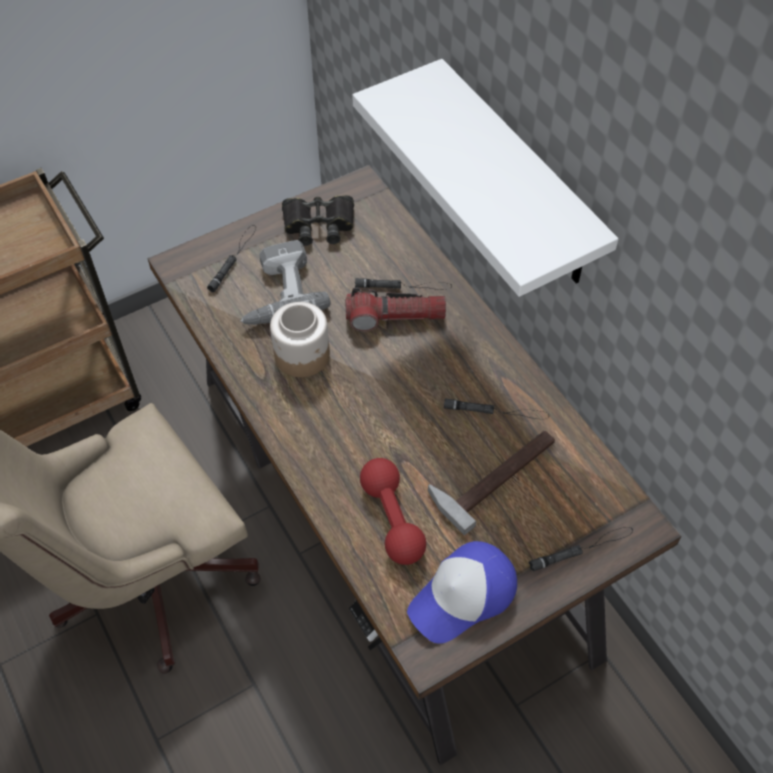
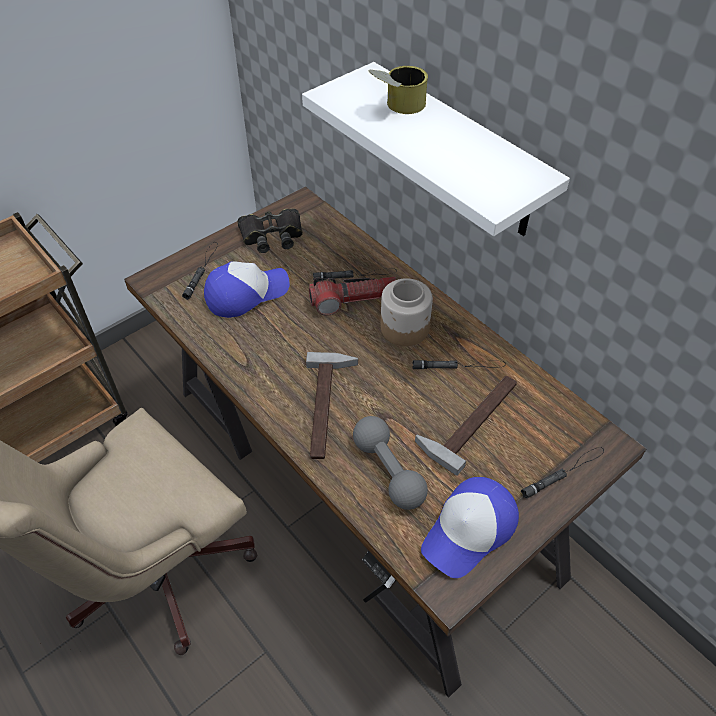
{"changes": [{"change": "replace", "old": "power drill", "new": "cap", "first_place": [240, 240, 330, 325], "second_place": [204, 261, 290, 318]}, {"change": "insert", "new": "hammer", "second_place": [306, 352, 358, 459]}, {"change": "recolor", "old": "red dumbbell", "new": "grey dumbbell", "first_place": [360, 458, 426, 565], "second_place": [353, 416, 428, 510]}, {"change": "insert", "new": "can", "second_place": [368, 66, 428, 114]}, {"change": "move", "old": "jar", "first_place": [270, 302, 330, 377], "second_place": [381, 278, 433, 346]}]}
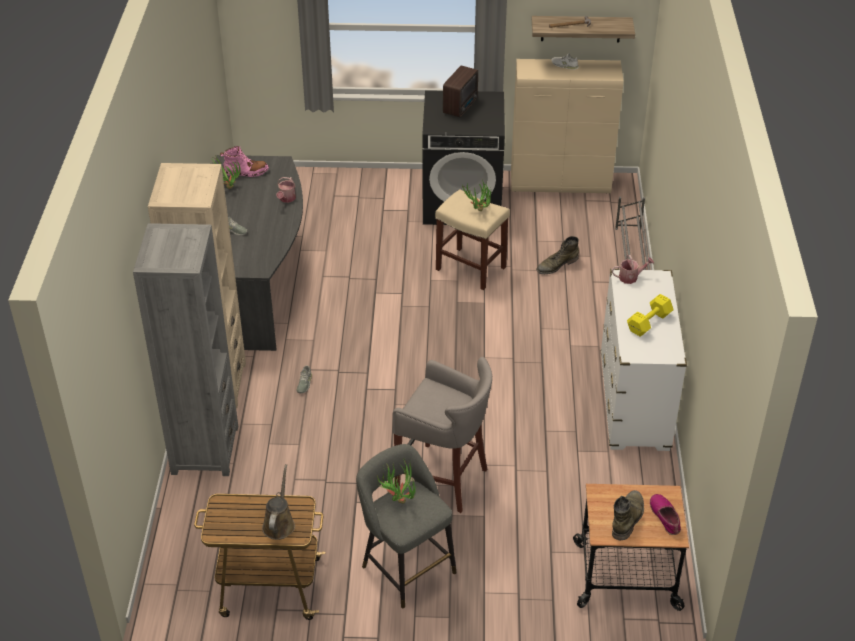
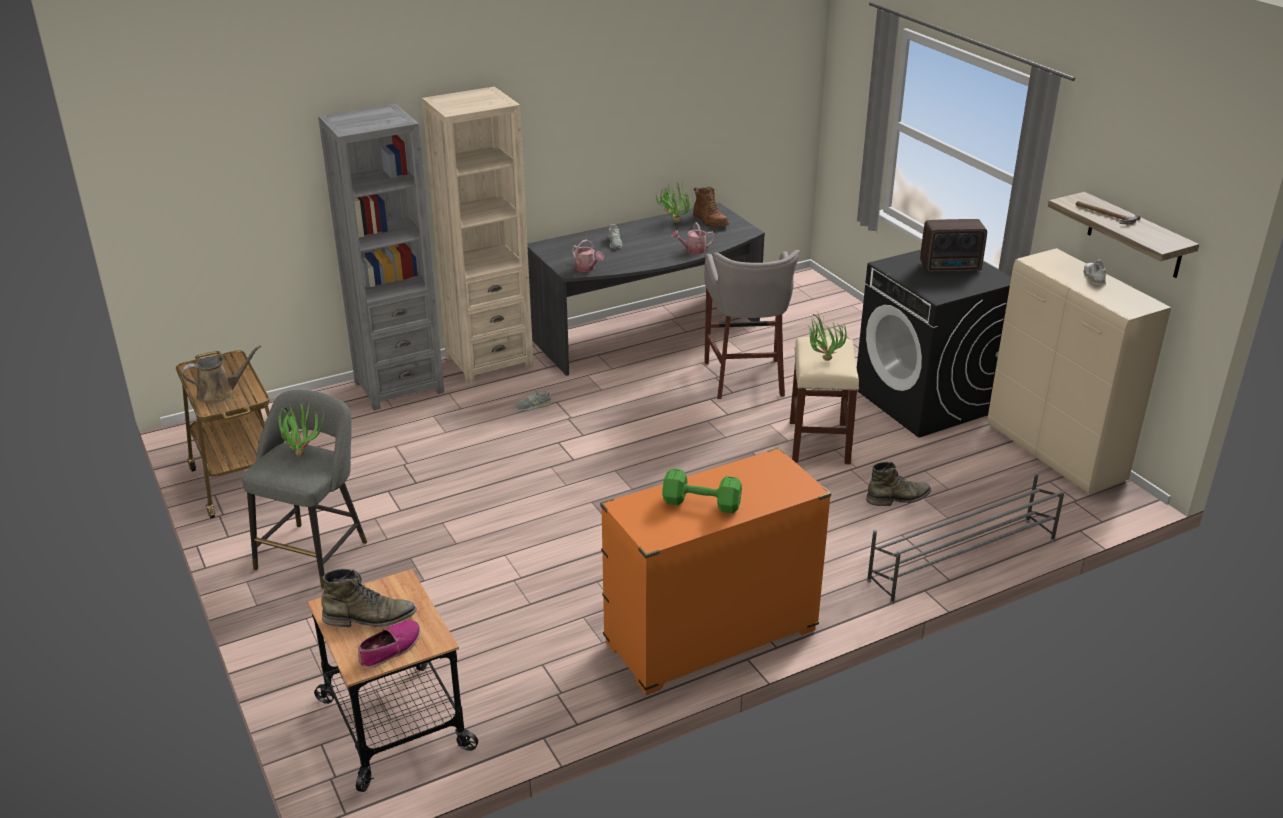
{"changes": [{"change": "move", "old": "watering can", "first_place": [612, 255, 654, 284], "second_place": [572, 239, 604, 272]}, {"change": "recolor", "old": "white dresser", "new": "orange dresser", "first_place": [601, 269, 687, 451], "second_place": [600, 447, 831, 695]}, {"change": "recolor", "old": "yellow dumbbell", "new": "green dumbbell", "first_place": [627, 294, 674, 337], "second_place": [662, 469, 742, 514]}, {"change": "recolor", "old": "pink boot", "new": "brown boot", "first_place": [220, 146, 269, 177], "second_place": [693, 187, 729, 228]}, {"change": "move", "old": "grey stool", "first_place": [392, 357, 492, 513], "second_place": [704, 250, 800, 399]}, {"change": "rotate", "old": "green boot", "first_place": [536, 236, 579, 274], "second_place": [866, 462, 932, 506], "degrees": 135}]}
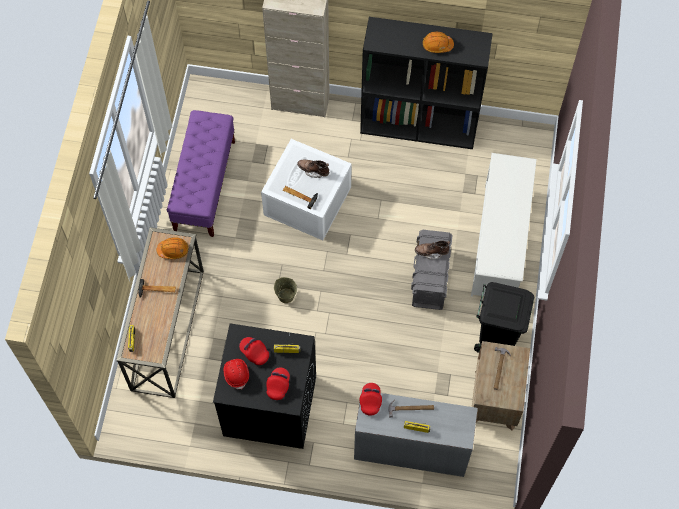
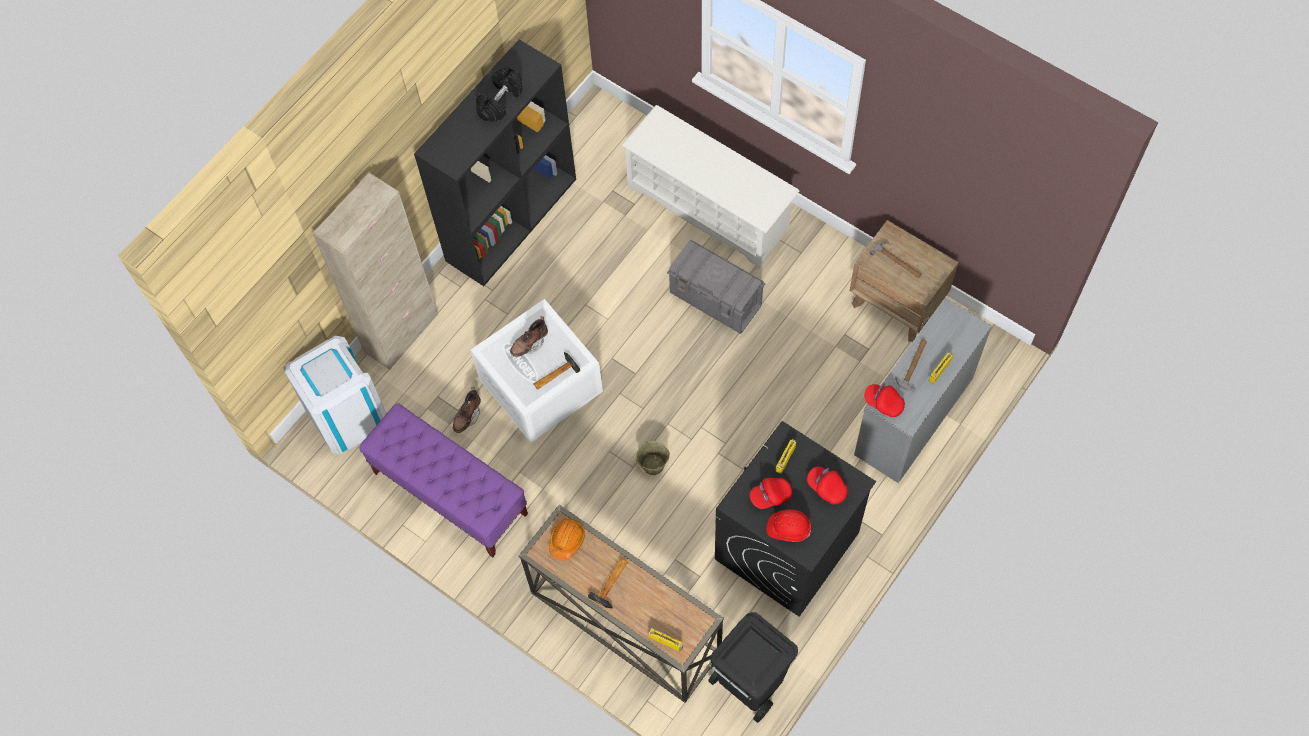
{"changes": [{"change": "insert", "new": "white trash can", "second_place": [284, 336, 387, 455]}, {"change": "move", "old": "brown boot", "first_place": [415, 241, 450, 260], "second_place": [453, 387, 481, 433]}, {"change": "replace", "old": "orange hard hat", "new": "black dumbbell", "first_place": [423, 32, 454, 53], "second_place": [476, 67, 523, 122]}, {"change": "move", "old": "black trash can", "first_place": [474, 282, 534, 353], "second_place": [708, 612, 798, 723]}]}
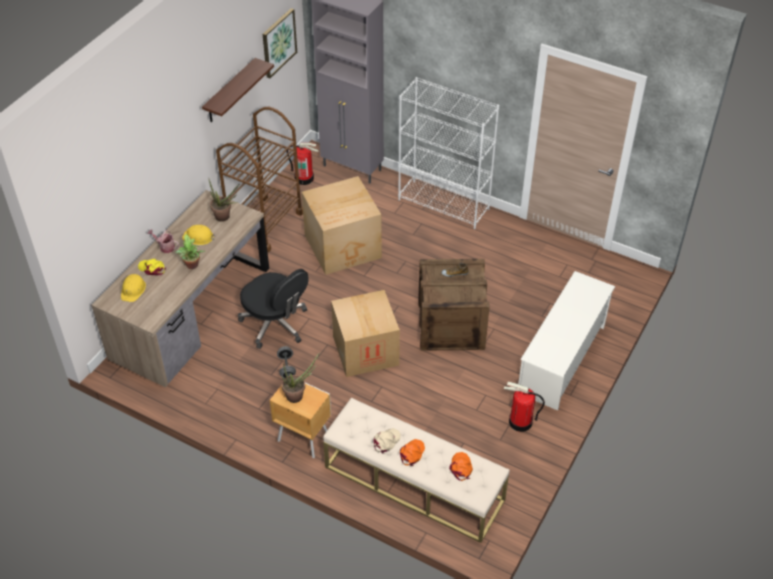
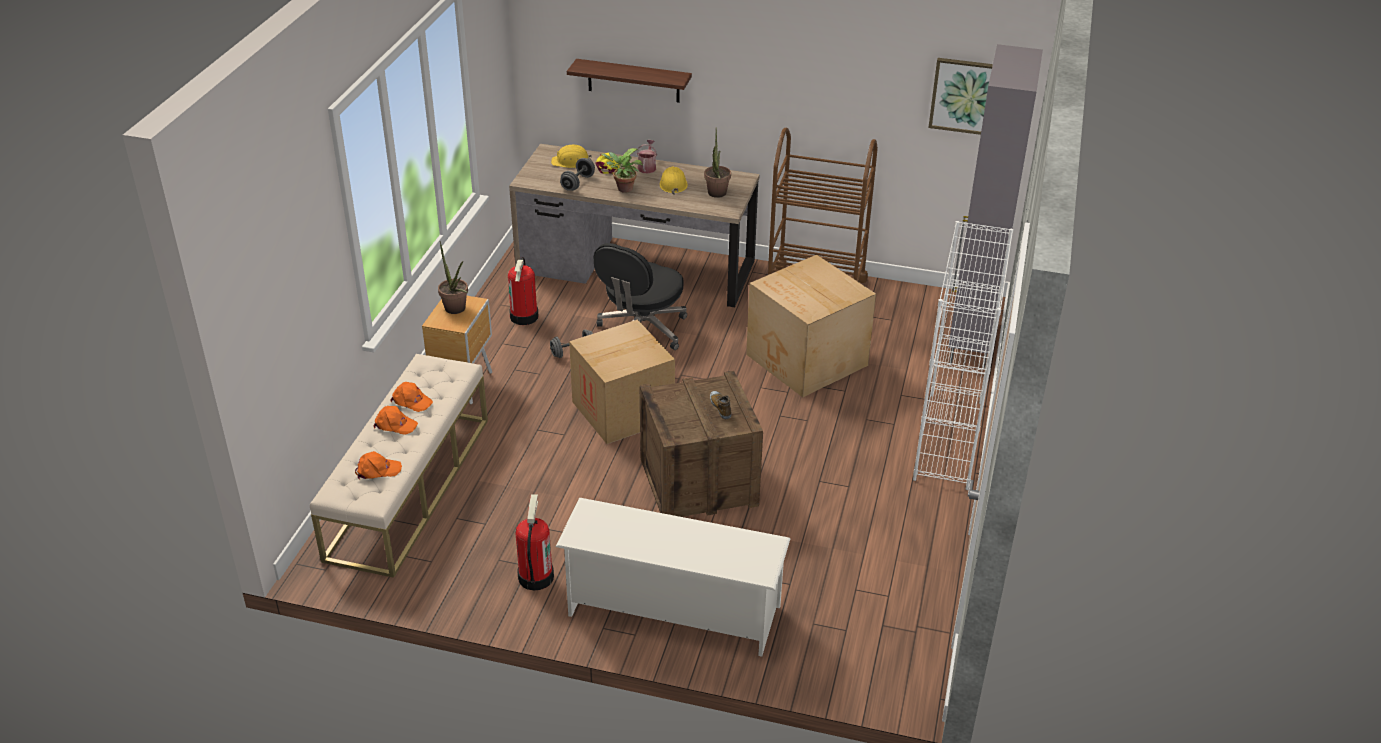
{"changes": [{"change": "recolor", "old": "beige cap", "new": "orange cap", "first_place": [374, 428, 401, 454], "second_place": [390, 382, 433, 412]}, {"change": "move", "old": "fire extinguisher", "first_place": [287, 143, 319, 185], "second_place": [508, 257, 539, 325]}, {"change": "insert", "new": "grey dumbbell", "second_place": [560, 158, 595, 191]}, {"change": "move", "old": "shelf", "first_place": [202, 58, 274, 122], "second_place": [567, 59, 692, 103]}]}
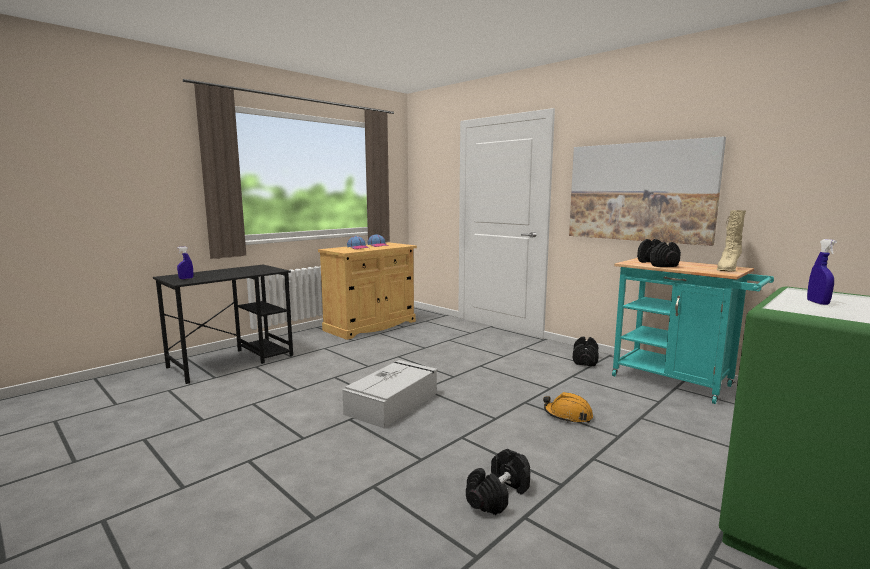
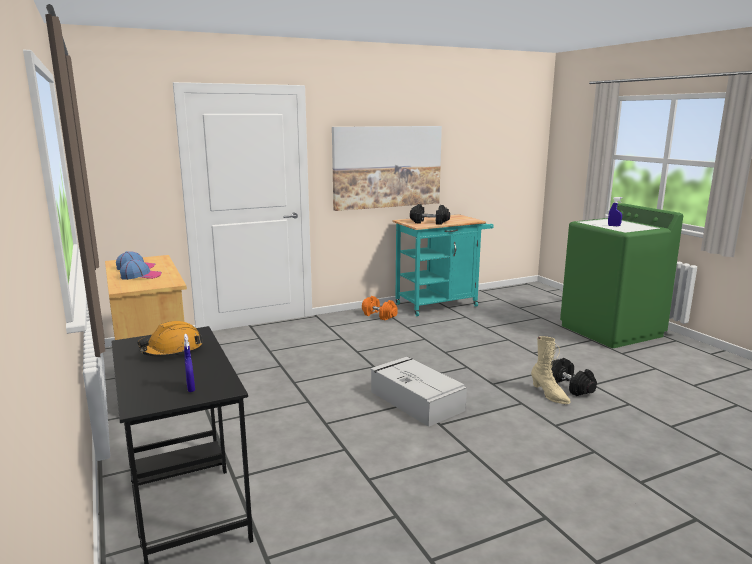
{"changes": [{"change": "move", "old": "orange hard hat", "first_place": [543, 392, 593, 423], "second_place": [137, 321, 203, 357]}, {"change": "recolor", "old": "black dumbbell", "new": "orange dumbbell", "first_place": [573, 336, 599, 366], "second_place": [362, 296, 398, 320]}, {"change": "move", "old": "beige boot", "first_place": [717, 210, 746, 271], "second_place": [531, 336, 571, 404]}]}
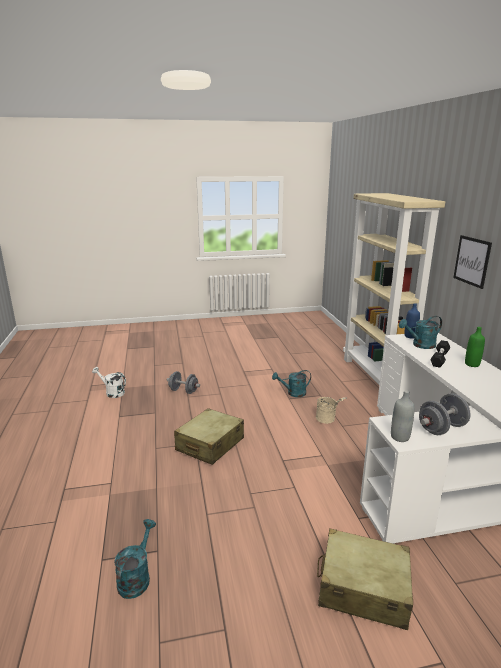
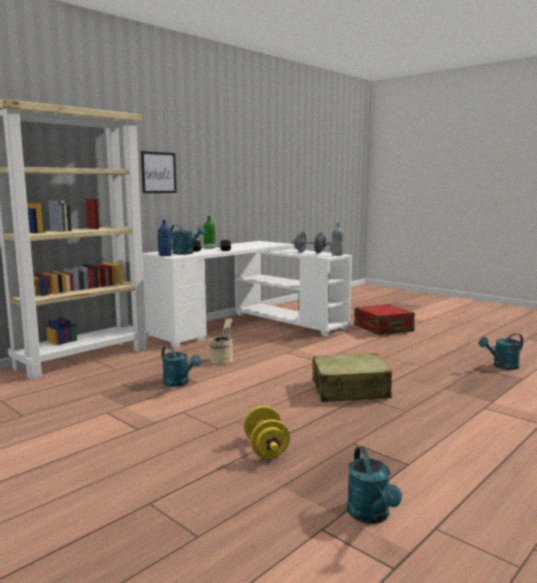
{"changes": [{"change": "recolor", "old": "grey dumbbell", "new": "yellow dumbbell", "first_place": [167, 371, 200, 394], "second_place": [243, 406, 290, 459]}, {"change": "recolor", "old": "white watering can", "new": "turquoise watering can", "first_place": [92, 367, 126, 398], "second_place": [347, 446, 402, 524]}, {"change": "recolor", "old": "beige suitcase", "new": "red suitcase", "first_place": [317, 528, 413, 630], "second_place": [355, 304, 415, 335]}]}
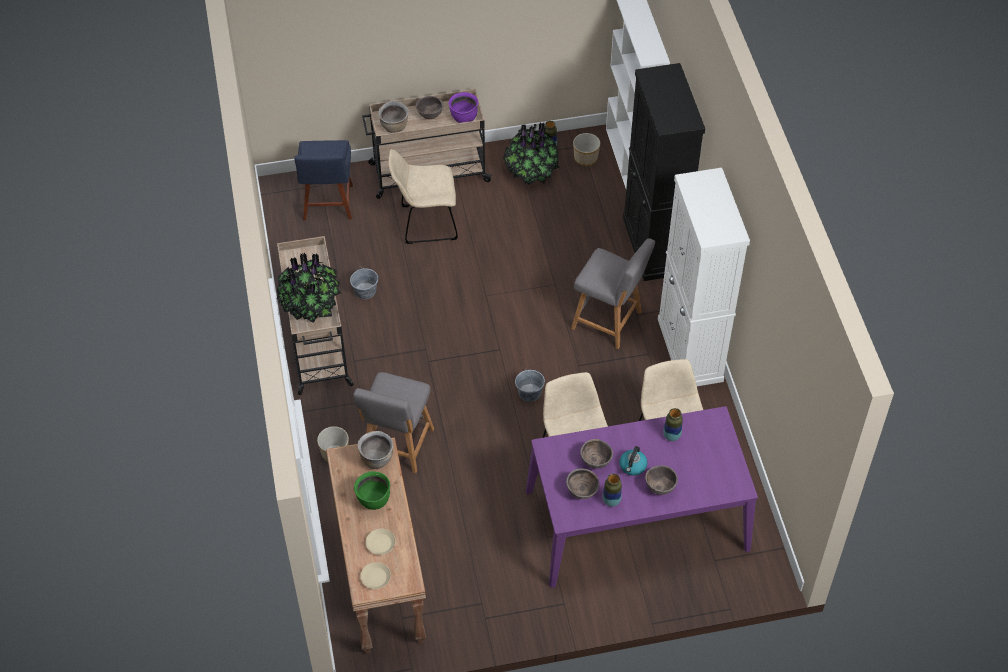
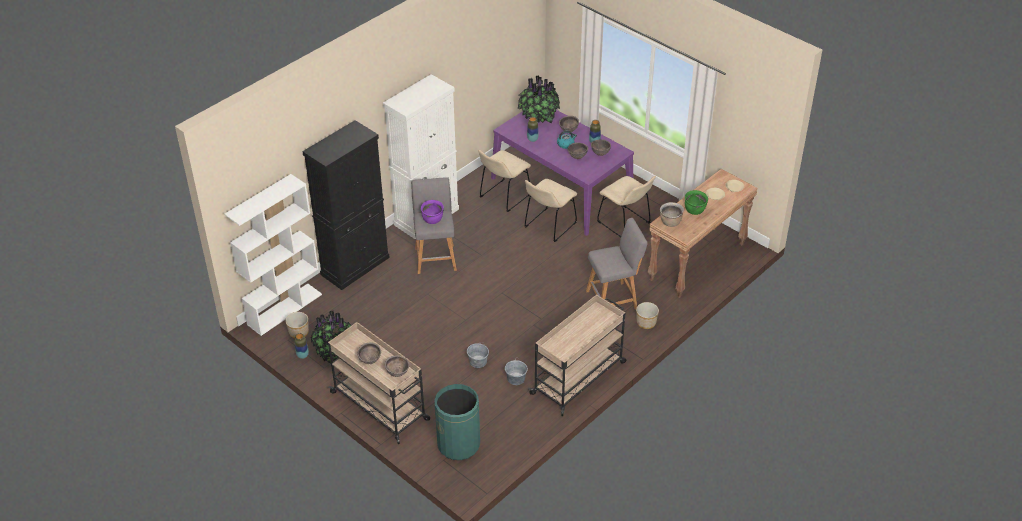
{"changes": [{"change": "replace", "old": "brown cooking pot", "new": "brown bowl", "first_place": [378, 101, 409, 133], "second_place": [385, 355, 409, 377]}, {"change": "move", "old": "purple cooking pot", "first_place": [449, 92, 479, 123], "second_place": [421, 200, 444, 224]}, {"change": "replace", "old": "blue chair", "new": "green trash can", "first_place": [294, 140, 353, 220], "second_place": [434, 384, 480, 460]}, {"change": "move", "old": "grey bucket", "first_place": [515, 368, 545, 402], "second_place": [467, 343, 489, 368]}, {"change": "move", "old": "potted plant", "first_place": [277, 253, 341, 323], "second_place": [518, 75, 560, 124]}, {"change": "move", "old": "beige chair", "first_place": [388, 149, 458, 244], "second_place": [597, 176, 656, 237]}]}
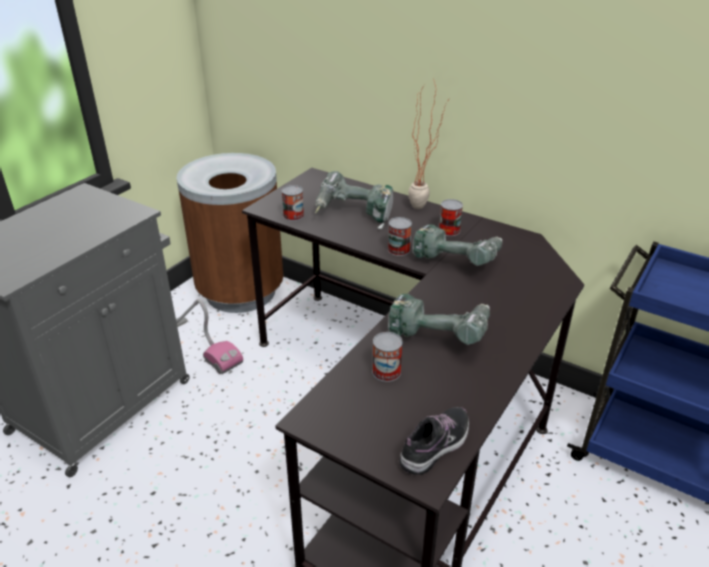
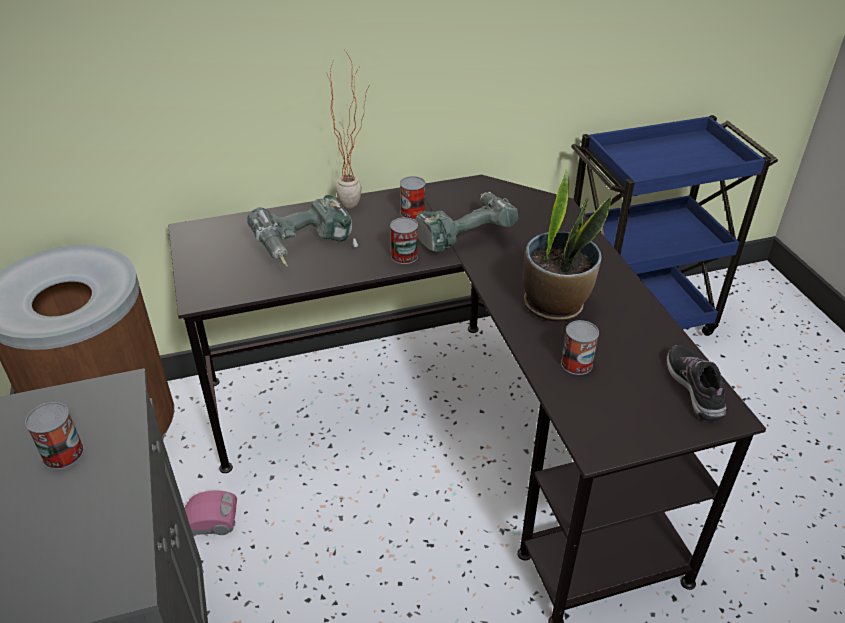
{"changes": [{"change": "move", "old": "can", "first_place": [282, 185, 304, 221], "second_place": [25, 402, 84, 469]}, {"change": "replace", "old": "power drill", "new": "potted plant", "first_place": [388, 294, 490, 345], "second_place": [523, 170, 612, 321]}]}
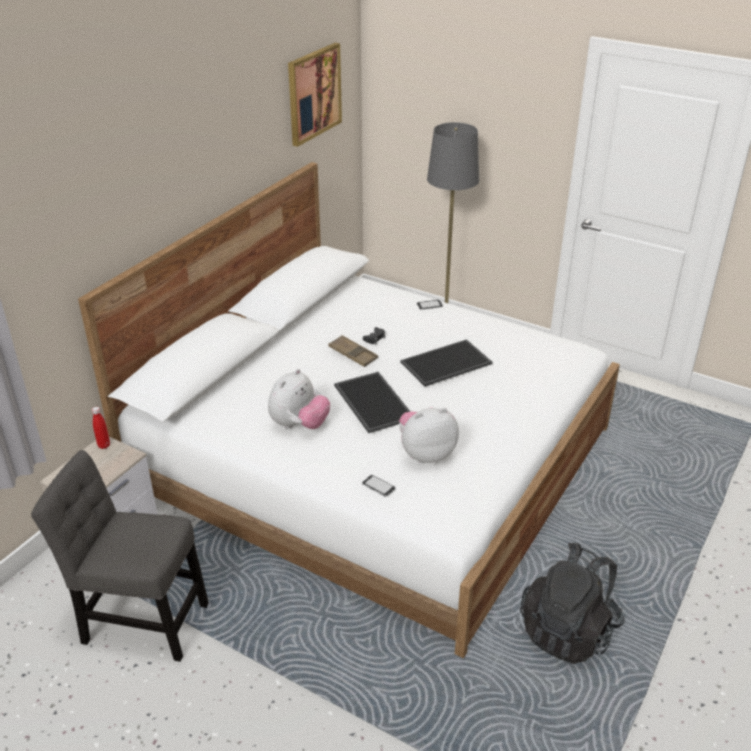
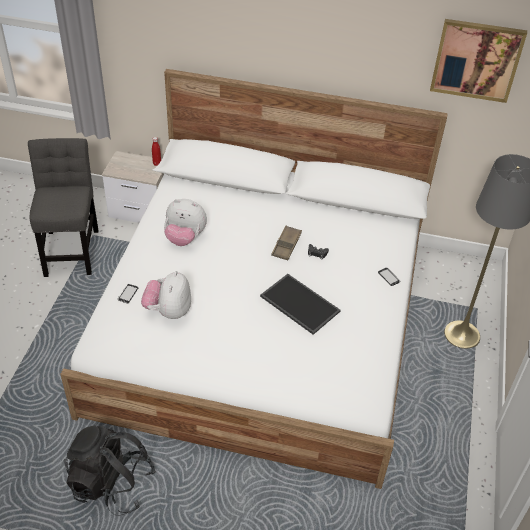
{"changes": [{"change": "rotate", "old": "plush toy", "first_place": [399, 407, 459, 463], "second_place": [141, 271, 191, 319], "degrees": -135}, {"change": "delete", "old": "tray", "first_place": [334, 372, 410, 433]}]}
